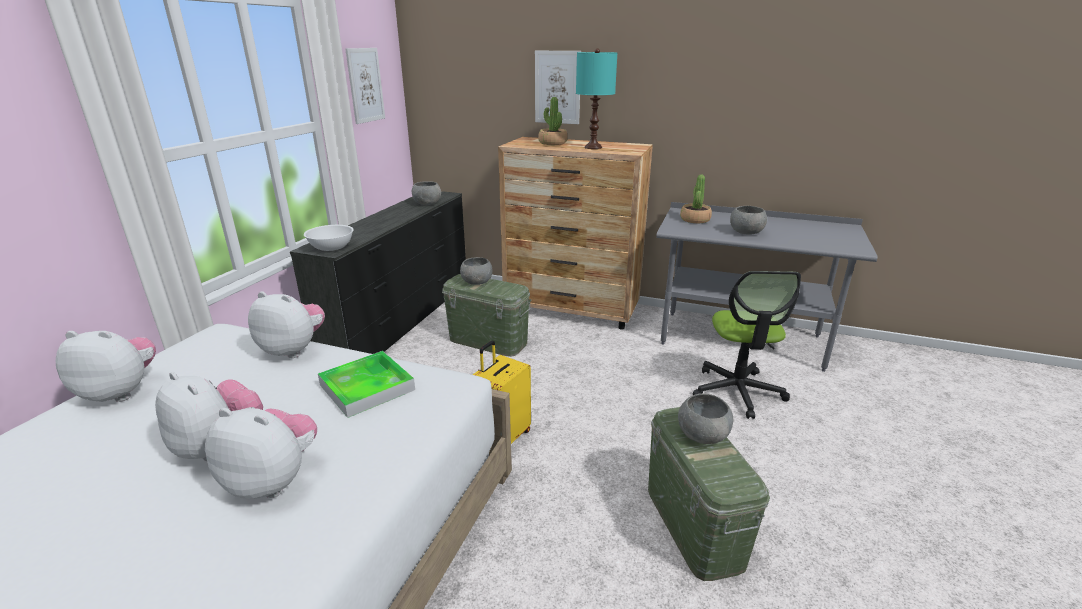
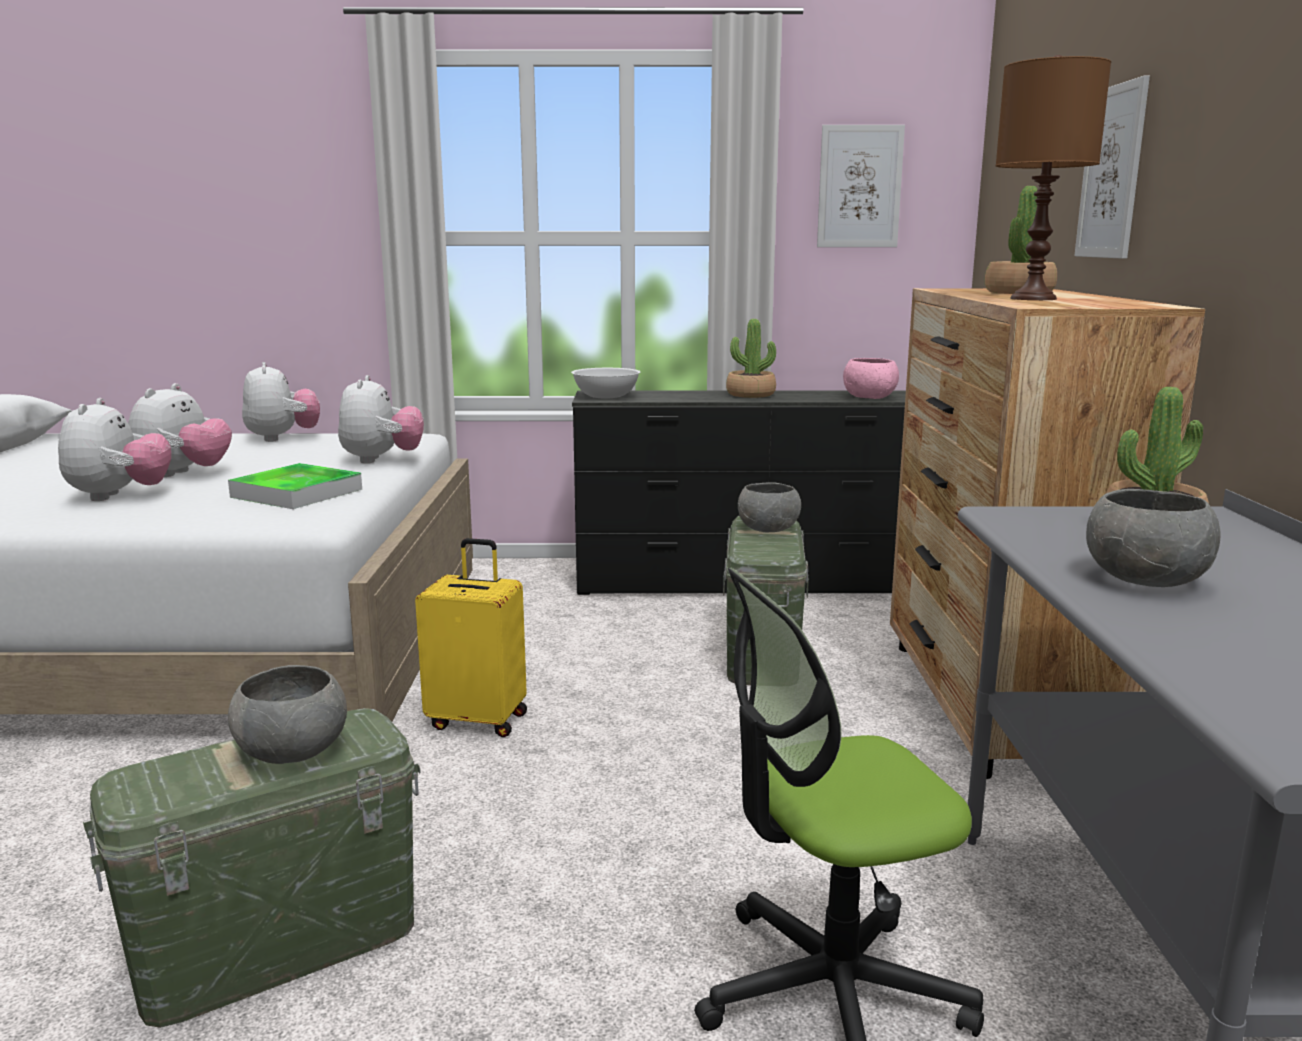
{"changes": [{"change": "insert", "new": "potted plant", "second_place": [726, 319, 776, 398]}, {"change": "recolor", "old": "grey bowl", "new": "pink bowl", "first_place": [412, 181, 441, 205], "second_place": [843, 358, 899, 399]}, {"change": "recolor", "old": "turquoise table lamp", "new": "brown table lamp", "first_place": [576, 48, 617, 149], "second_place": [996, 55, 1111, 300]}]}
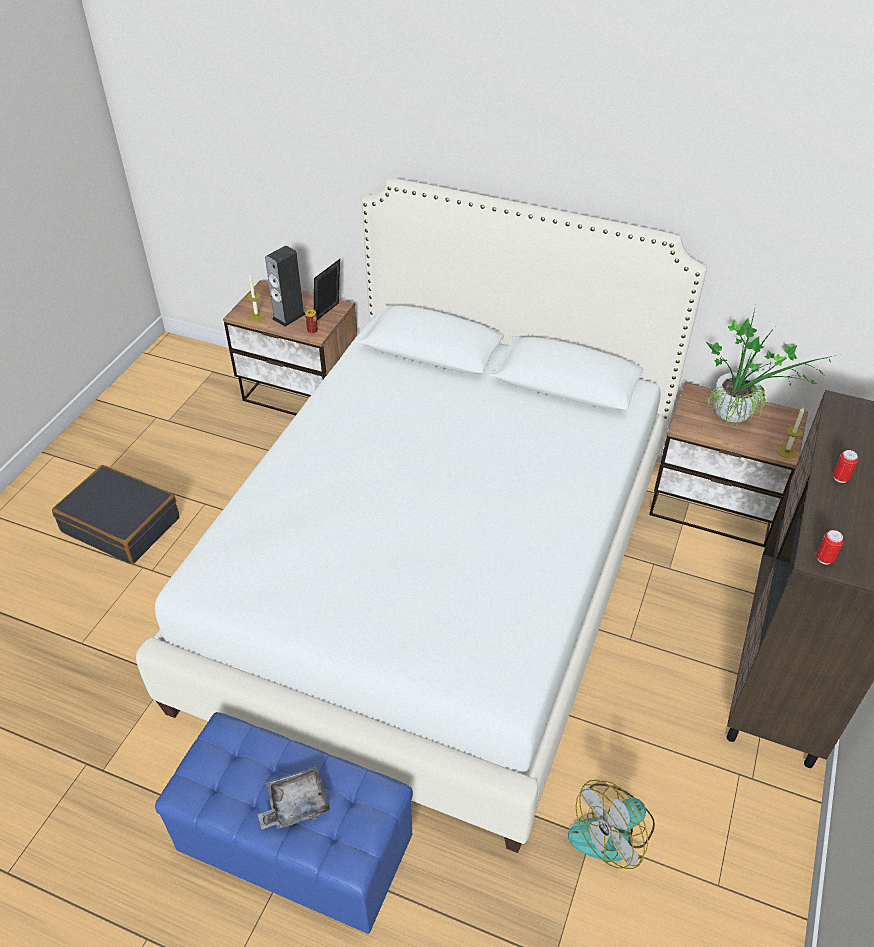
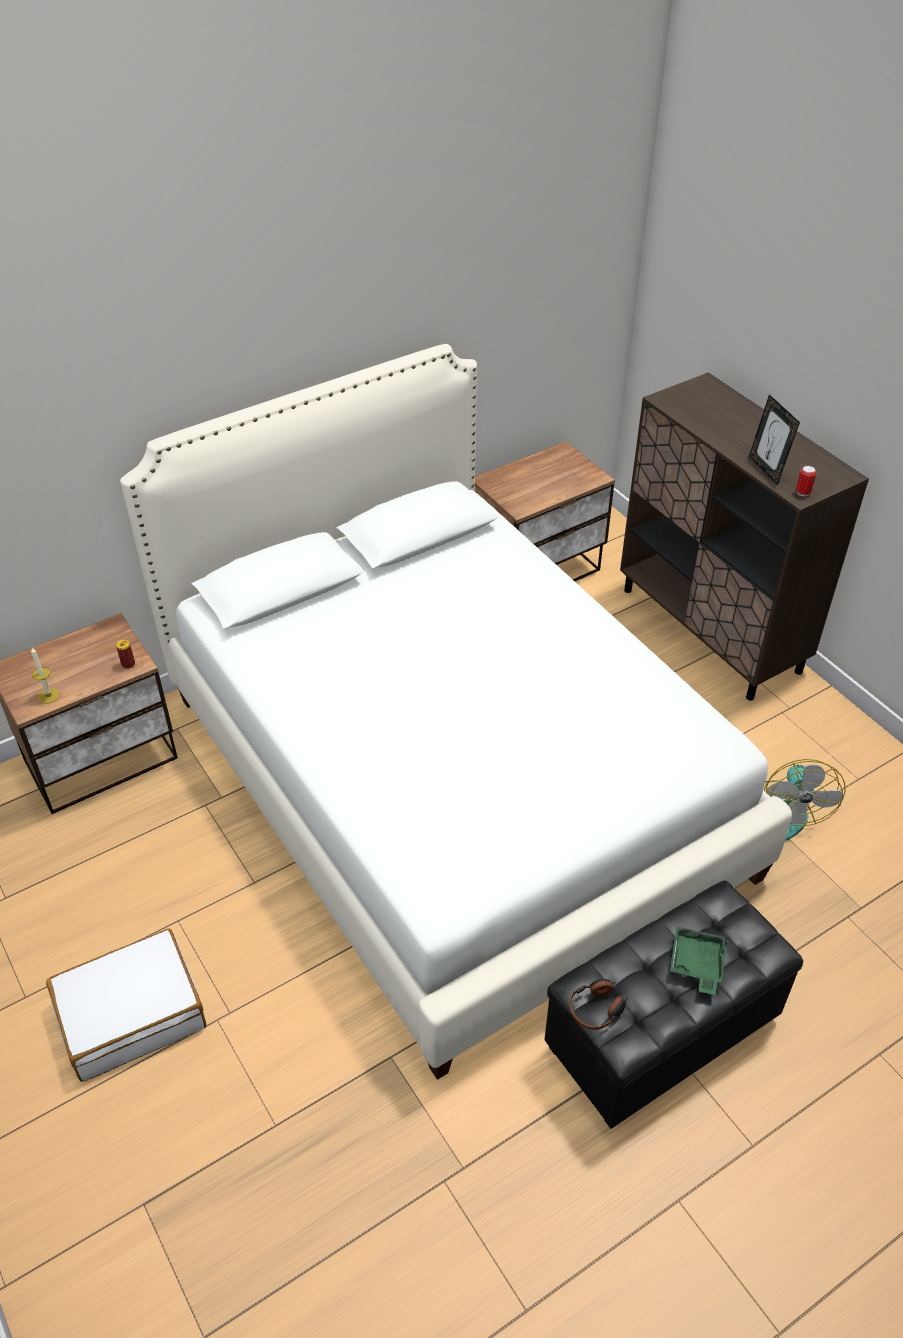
{"changes": [{"change": "recolor", "old": "black suitcase", "new": "white suitcase", "first_place": [52, 465, 180, 564], "second_place": [46, 929, 206, 1082]}, {"change": "recolor", "old": "blue ottoman", "new": "black ottoman", "first_place": [155, 712, 413, 934], "second_place": [545, 880, 803, 1129]}, {"change": "insert", "new": "headphones", "second_place": [569, 979, 628, 1030]}, {"change": "recolor", "old": "grey tray", "new": "green tray", "first_place": [258, 766, 330, 830], "second_place": [670, 926, 728, 995]}, {"change": "move", "old": "picture frame", "first_place": [314, 259, 340, 320], "second_place": [749, 394, 800, 485]}, {"change": "delete", "old": "speaker", "first_place": [265, 245, 305, 327]}, {"change": "delete", "old": "potted plant", "first_place": [705, 310, 837, 428]}, {"change": "delete", "old": "candle", "first_place": [778, 407, 804, 458]}, {"change": "delete", "old": "can", "first_place": [833, 450, 859, 483]}]}
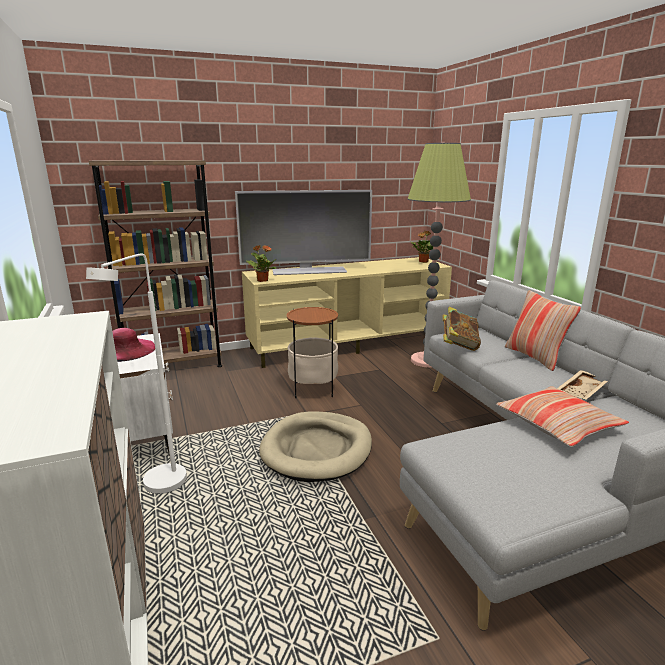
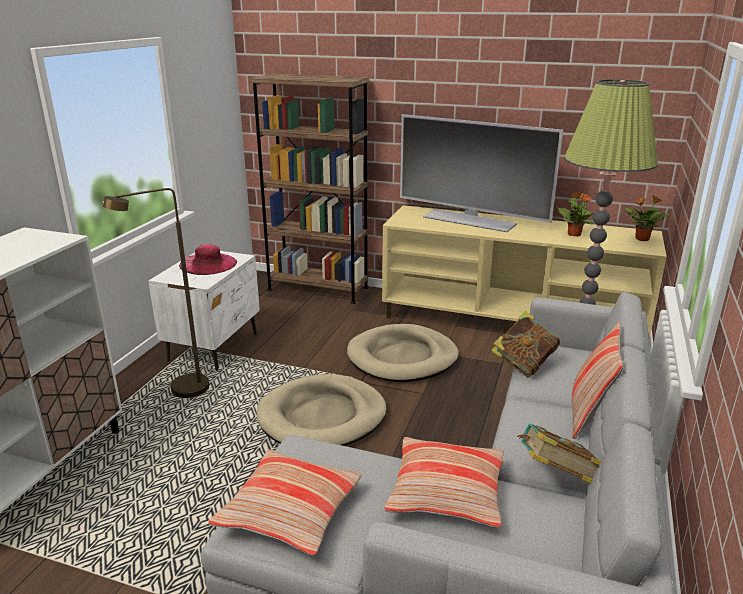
{"changes": [{"change": "recolor", "old": "white floor lamp", "new": "brown floor lamp", "first_place": [86, 253, 187, 494], "second_place": [103, 188, 209, 398]}, {"change": "insert", "new": "pillow", "second_place": [208, 450, 362, 555]}, {"change": "replace", "old": "side table", "new": "beige dog bed", "first_place": [286, 307, 338, 398], "second_place": [347, 324, 459, 382]}, {"change": "replace", "old": "beige tray", "new": "book", "first_place": [557, 370, 608, 399], "second_place": [517, 424, 601, 484]}, {"change": "move", "old": "potted plant", "first_place": [246, 245, 277, 282], "second_place": [557, 192, 594, 237]}]}
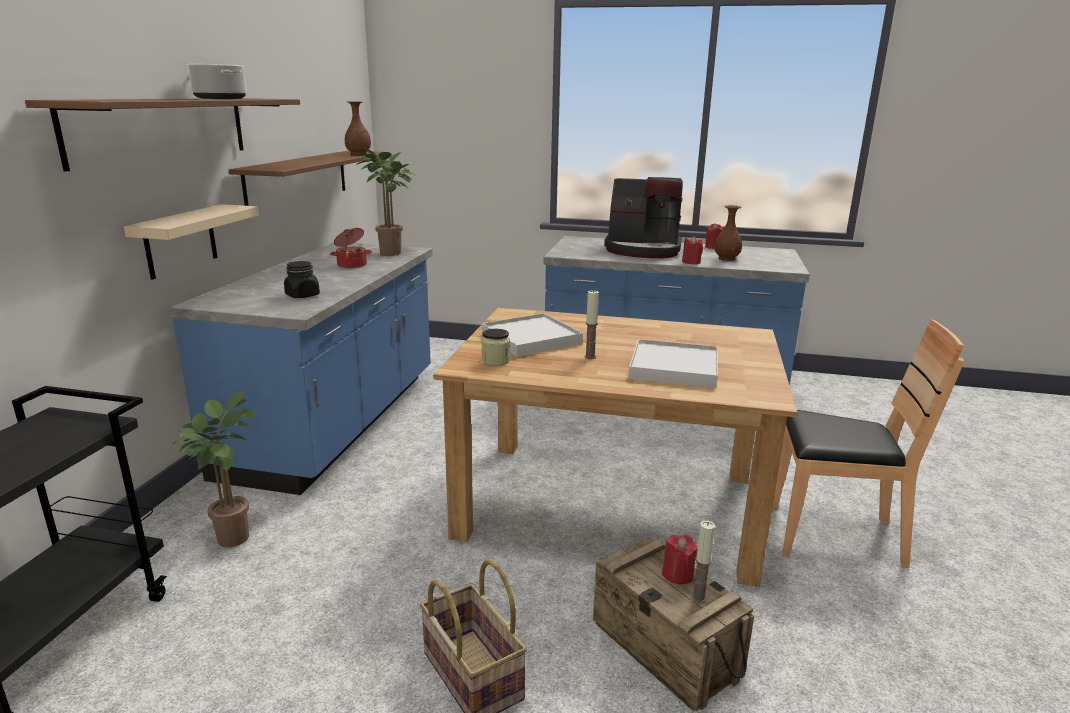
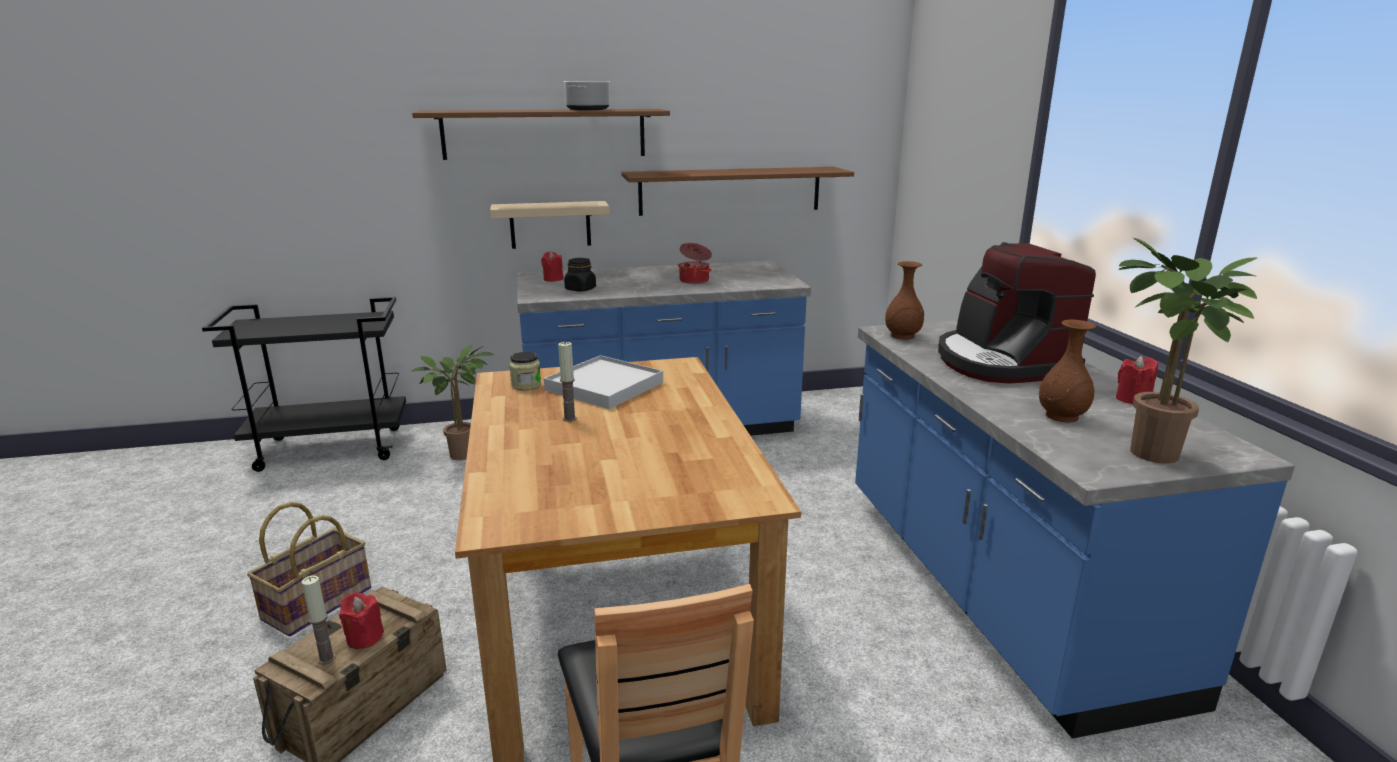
{"changes": [{"change": "move", "old": "red candle", "first_place": [682, 236, 703, 264], "second_place": [541, 251, 564, 282]}, {"change": "move", "old": "brown vase", "first_place": [345, 101, 371, 155], "second_place": [885, 261, 924, 340]}, {"change": "move", "old": "potted plant", "first_place": [356, 147, 416, 256], "second_place": [1118, 238, 1257, 464]}, {"change": "delete", "old": "white tray", "first_place": [629, 339, 718, 388]}]}
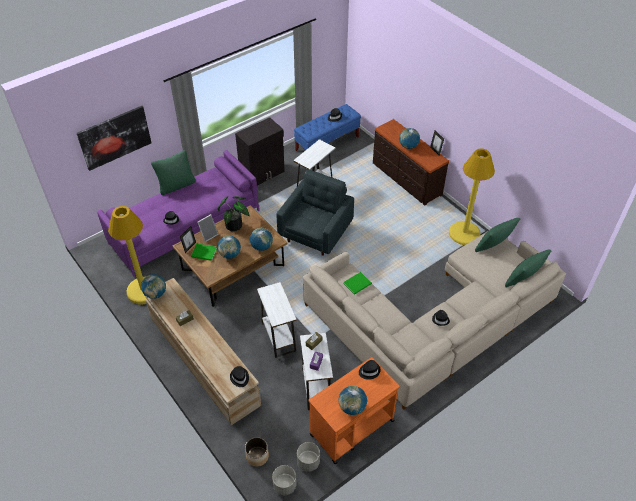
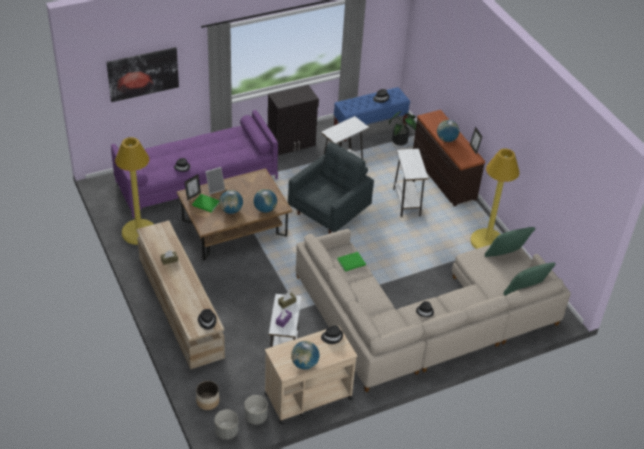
{"changes": [{"change": "recolor", "old": "orange cart", "new": "beige cart", "first_place": [309, 357, 400, 464], "second_place": [265, 326, 357, 424]}, {"change": "move", "old": "potted plant", "first_place": [218, 196, 250, 231], "second_place": [389, 111, 416, 146]}, {"change": "move", "old": "white side table", "first_place": [257, 282, 297, 358], "second_place": [393, 149, 428, 217]}, {"change": "delete", "old": "globe", "first_place": [141, 274, 166, 299]}, {"change": "delete", "old": "green pillow", "first_place": [151, 150, 196, 195]}]}
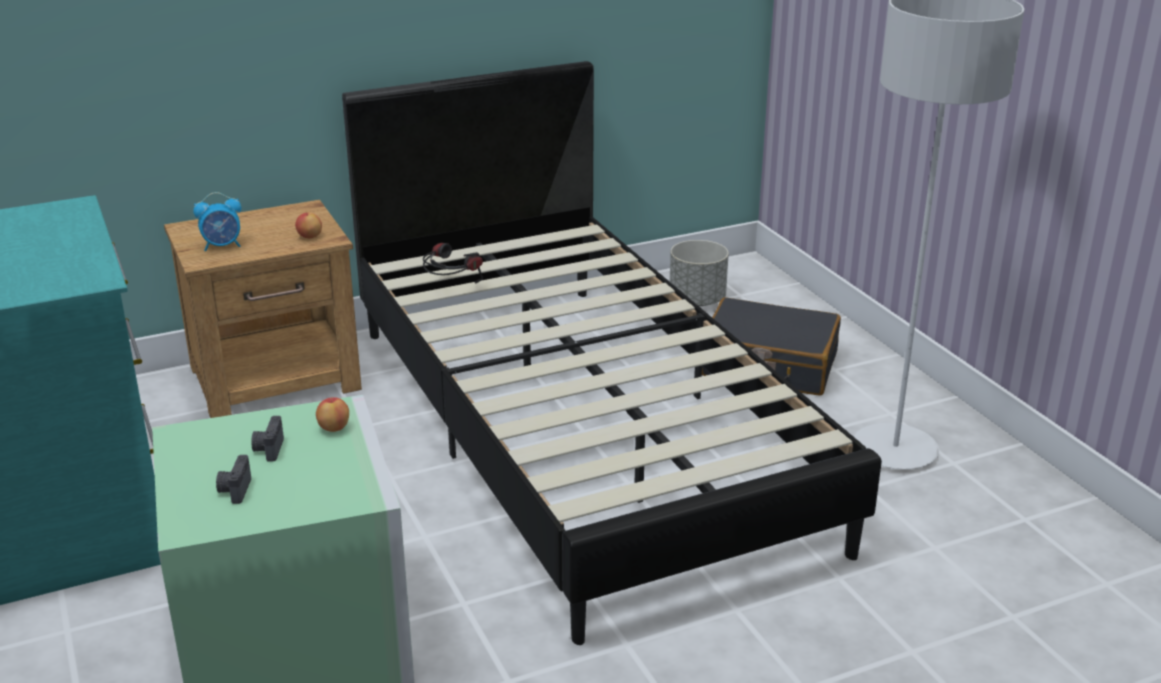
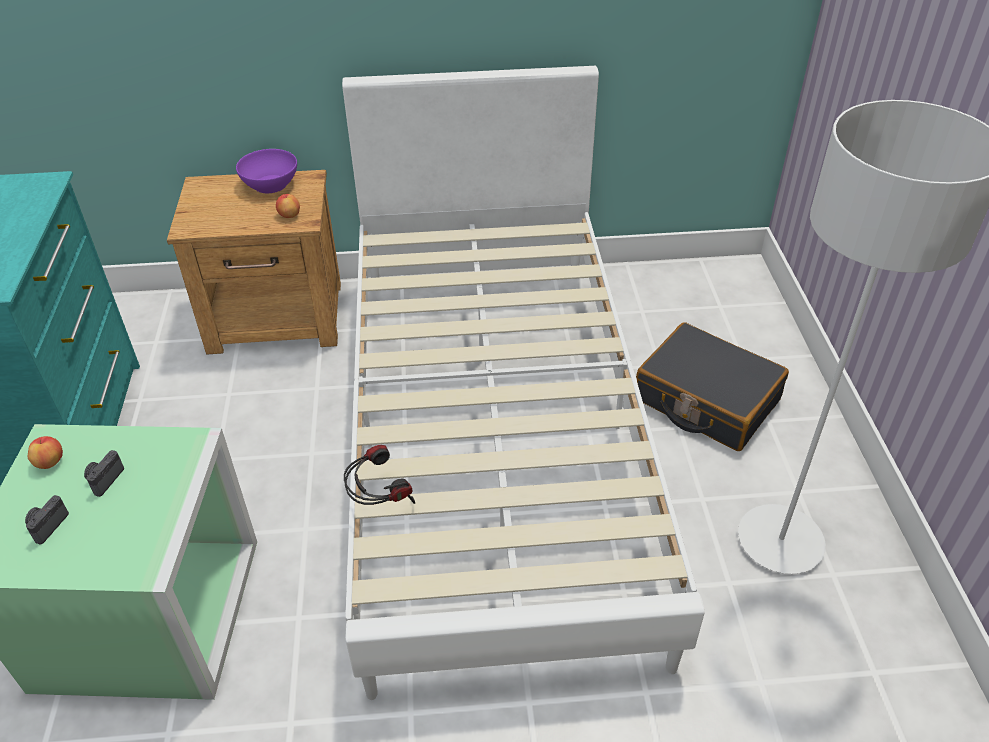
{"changes": [{"change": "move", "old": "apple", "first_place": [316, 397, 349, 432], "second_place": [28, 436, 63, 469]}, {"change": "insert", "new": "purple bowl", "second_place": [236, 149, 297, 193]}, {"change": "recolor", "old": "black bed", "new": "white bed", "first_place": [342, 61, 882, 645], "second_place": [342, 66, 705, 700]}, {"change": "move", "old": "headphones", "first_place": [423, 243, 483, 283], "second_place": [344, 445, 415, 505]}, {"change": "delete", "old": "alarm clock", "first_place": [193, 192, 241, 251]}, {"change": "delete", "old": "grey planter", "first_place": [670, 240, 729, 306]}]}
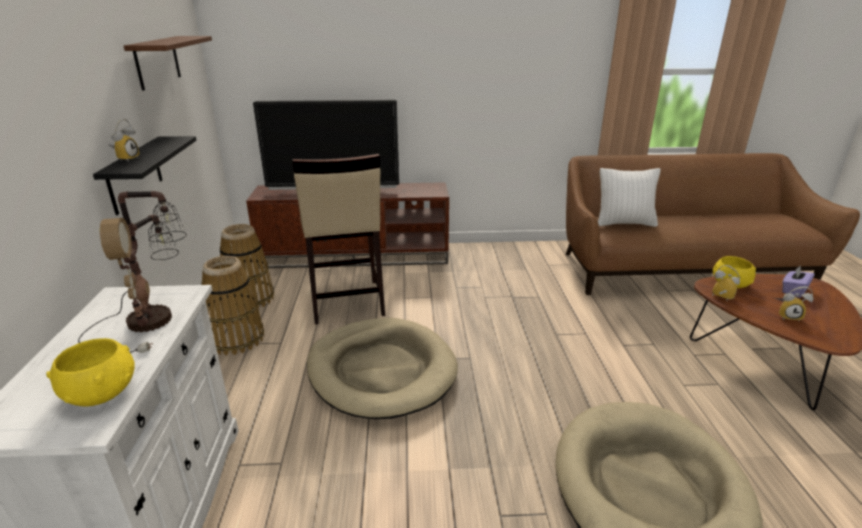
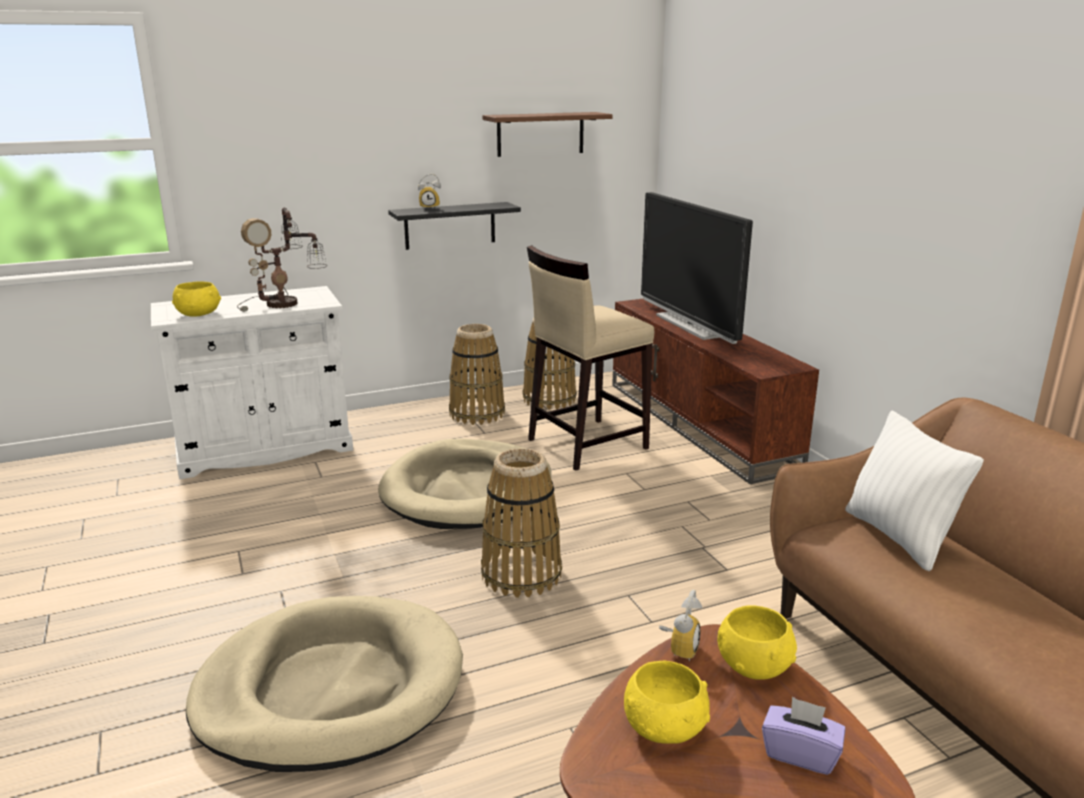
{"changes": [{"change": "insert", "new": "basket", "second_place": [481, 448, 562, 598]}, {"change": "replace", "old": "alarm clock", "new": "yellow bowl", "first_place": [779, 286, 813, 322], "second_place": [624, 661, 710, 744]}]}
